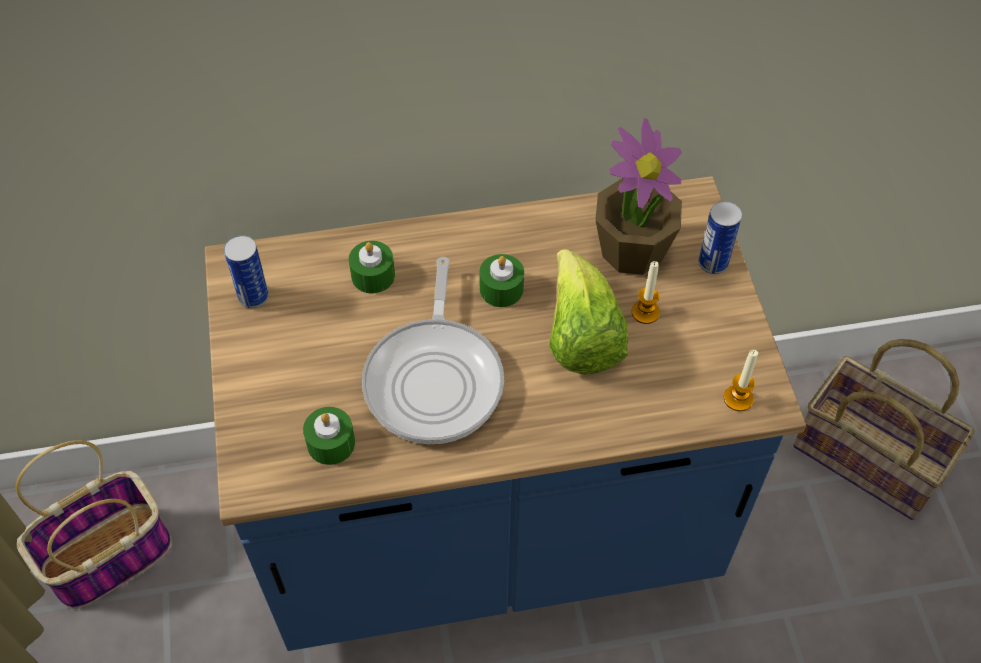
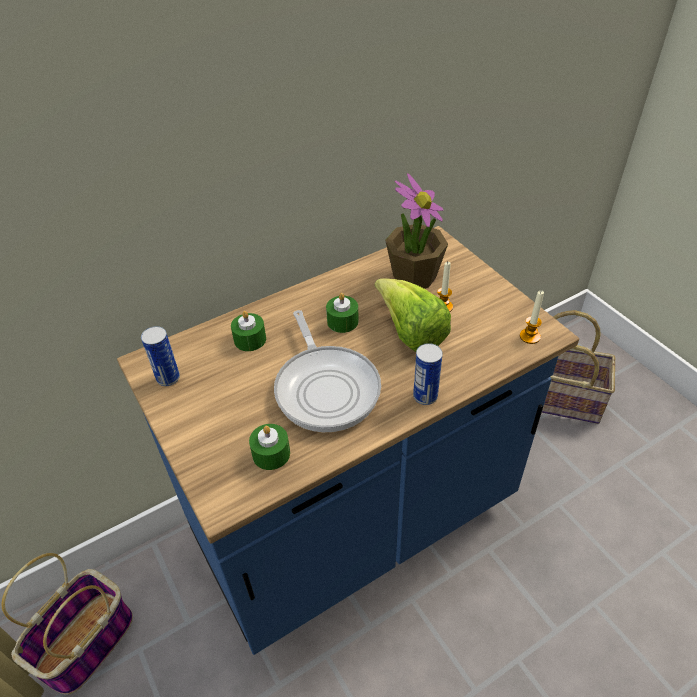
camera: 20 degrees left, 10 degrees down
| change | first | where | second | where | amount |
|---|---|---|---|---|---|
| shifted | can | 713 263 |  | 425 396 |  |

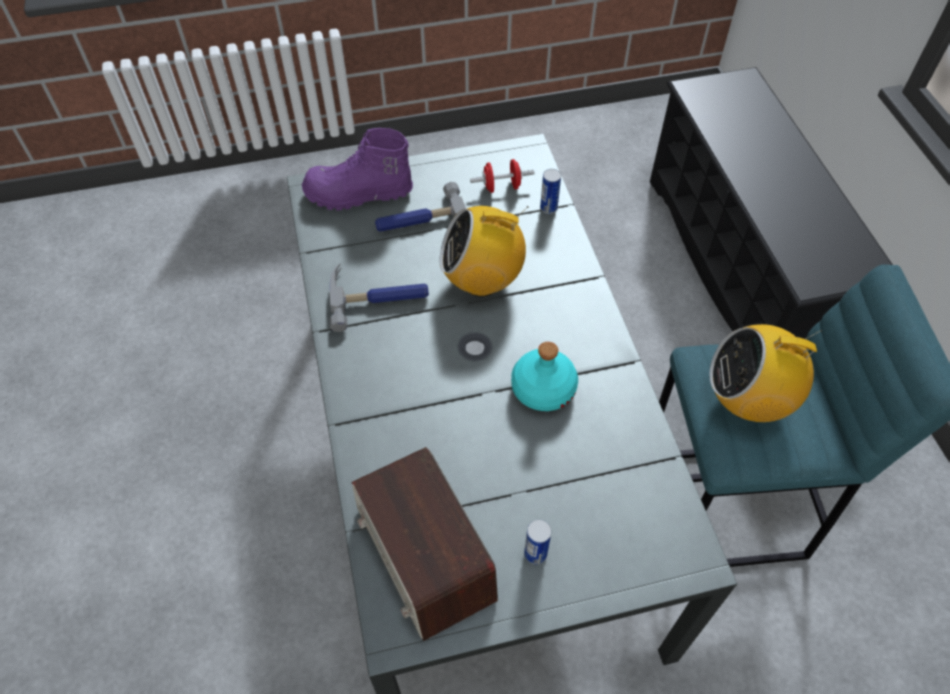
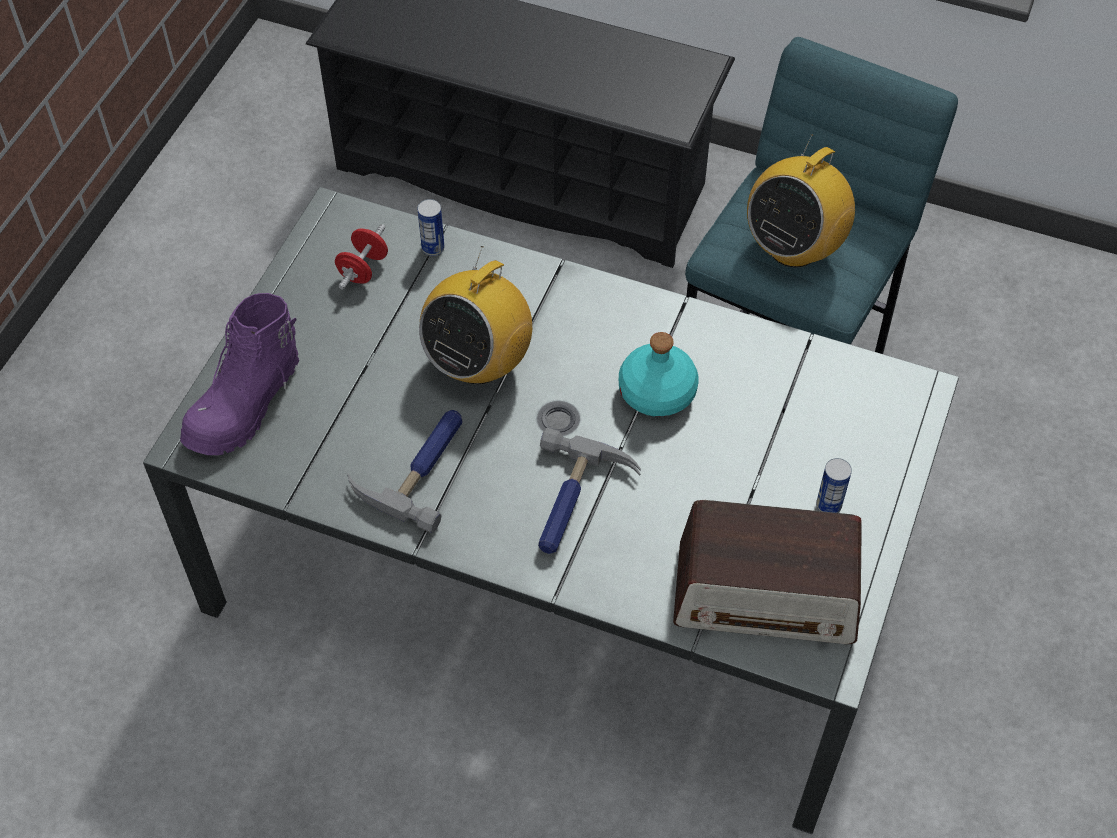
camera: 55 degrees left, 0 degrees up
| change | first | where | second | where | amount |
|---|---|---|---|---|---|
| shifted | hammer | 422 224 |  | 574 502 |  |

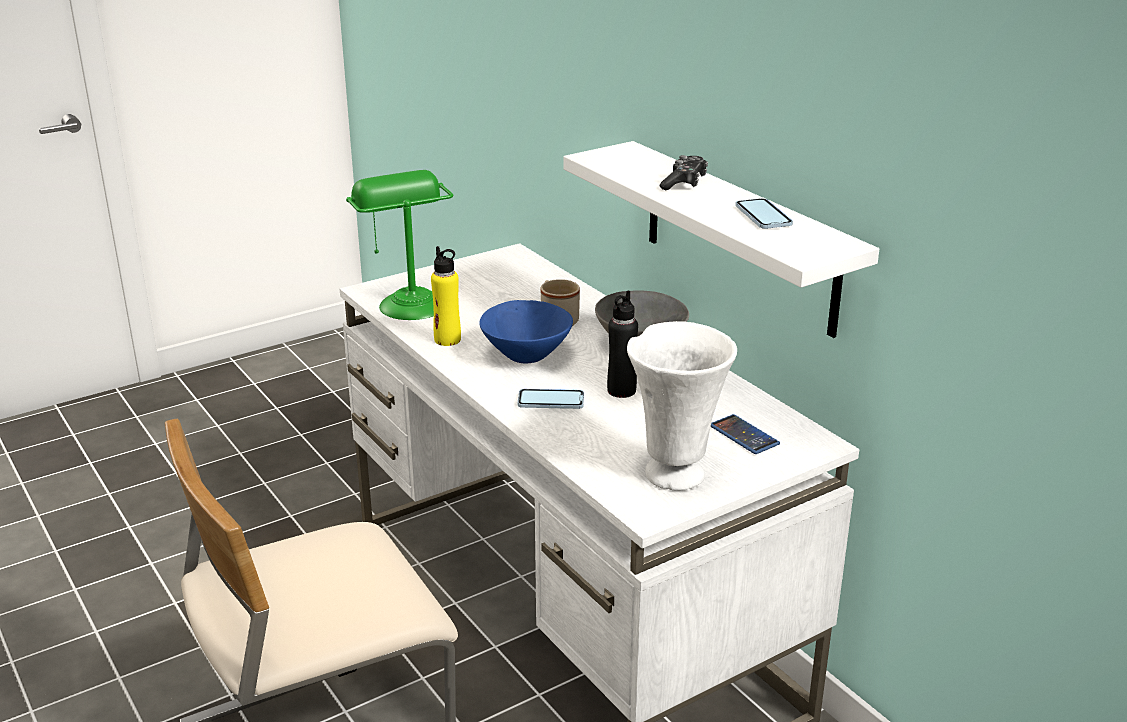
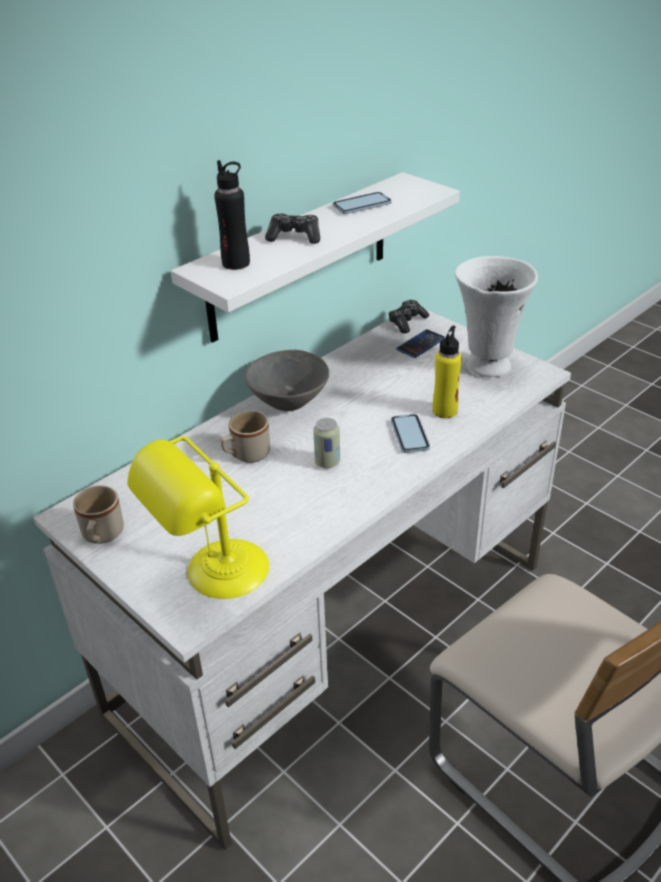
camera: 100 degrees left, 10 degrees up
| change | first | where | second | where | amount |
|---|---|---|---|---|---|
| new |  |  | beige mug | 102 536 |  |
| new |  |  | game controller | 407 322 |  |
| shifted | yellow bottle | 447 340 |  | 445 411 |  |
| shifted | black bottle | 621 390 |  | 236 263 |  |
| swapped | blue bowl | 527 354 | can | 327 462 |  |
| repainted | green table lamp | 406 300 | yellow table lamp | 214 577 |  |

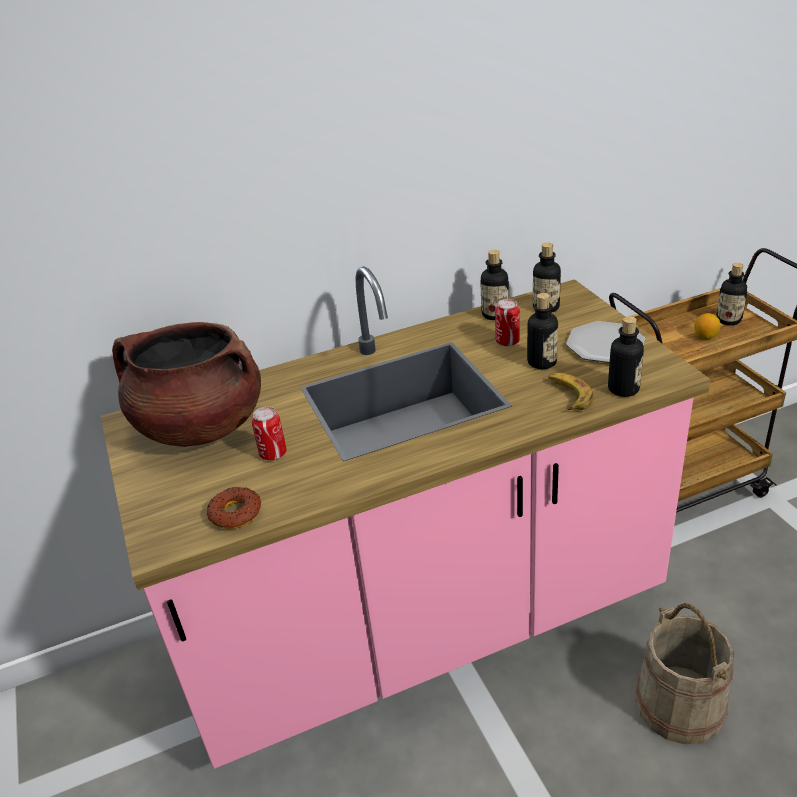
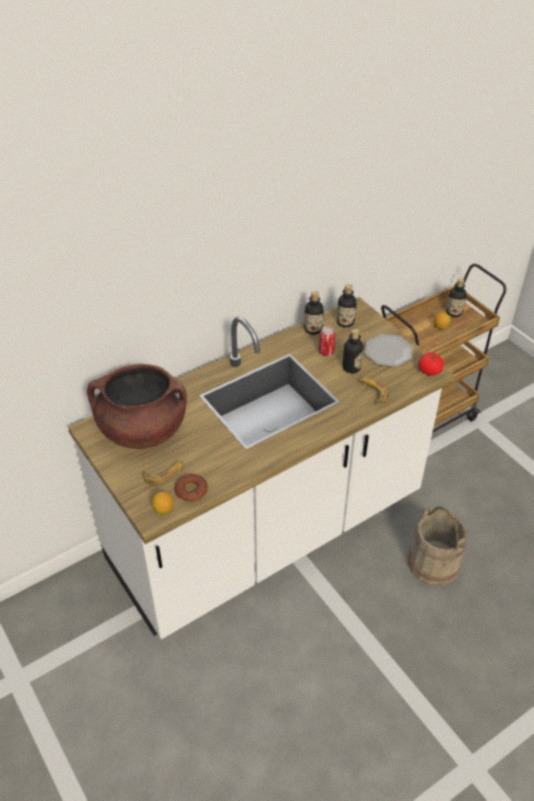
camera: 15 degrees left, 10 degrees up
| change | first | where | second | where | amount |
|---|---|---|---|---|---|
| gone | can | 273 453 |  |  |  |
| gone | bottle | 623 389 |  |  |  |
| new |  |  | banana | 164 474 |  |
| new |  |  | lemon | 163 510 |  |
| new |  |  | tomato | 429 371 |  |
| repainted | pink counter | 422 625 | white counter | 267 531 |  |

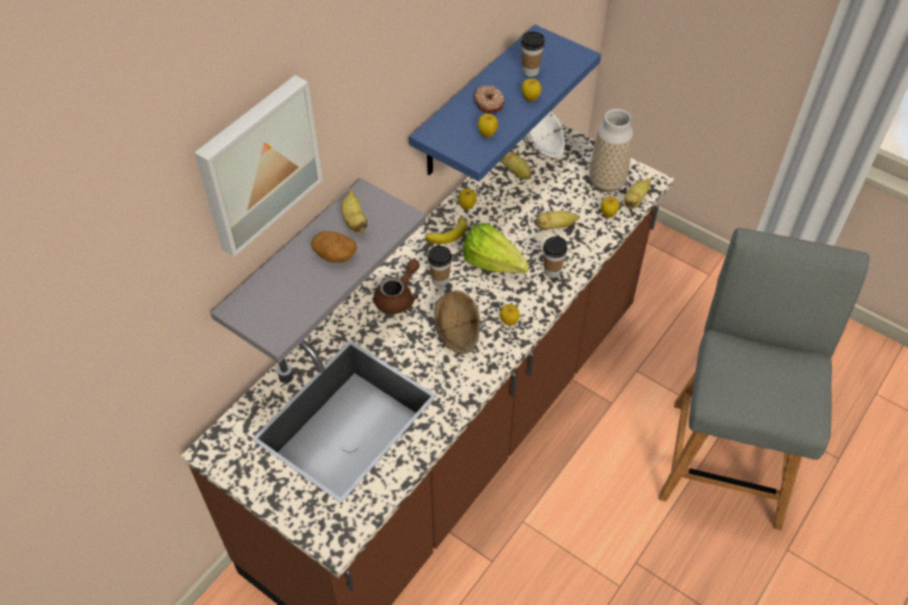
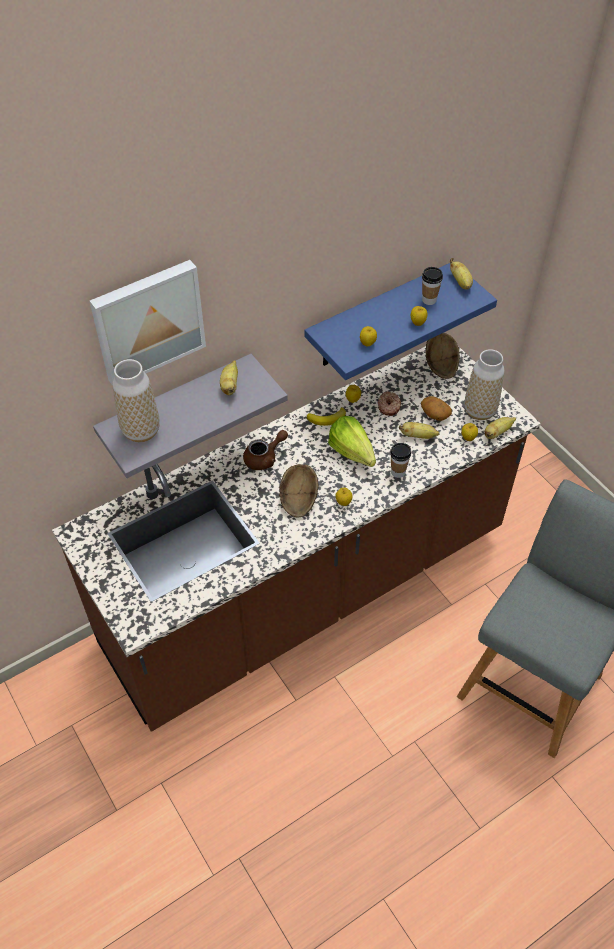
camera: 20 degrees right, 0 degrees up
| change | first | where | second | where | amount |
|---|---|---|---|---|---|
| gone | cup | 440 280 |  |  |  |
| new |  |  | vase | 141 431 |  |
| shifted | potato | 334 255 |  | 434 414 |  |
| shifted | donut | 489 103 |  | 389 406 |  |
| shifted | banana | 516 173 |  | 461 283 |  |
| repainted | white bowl | 543 145 | brown bowl | 440 365 |  |

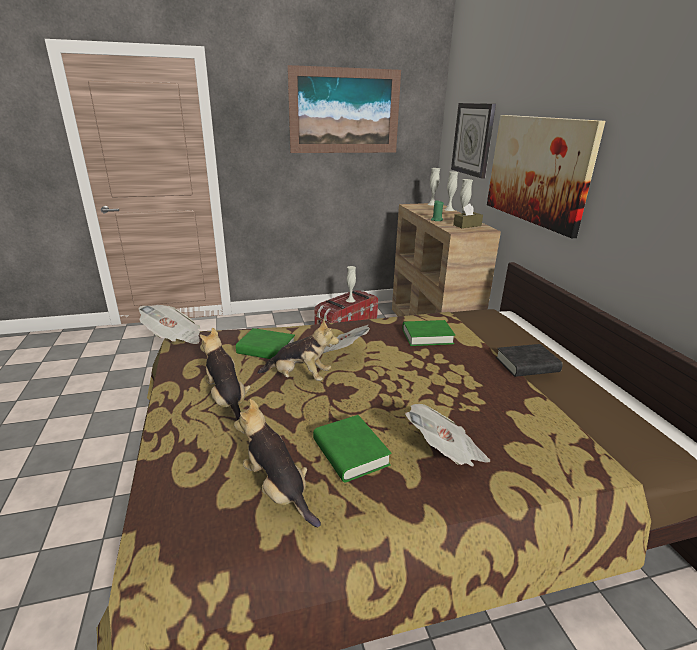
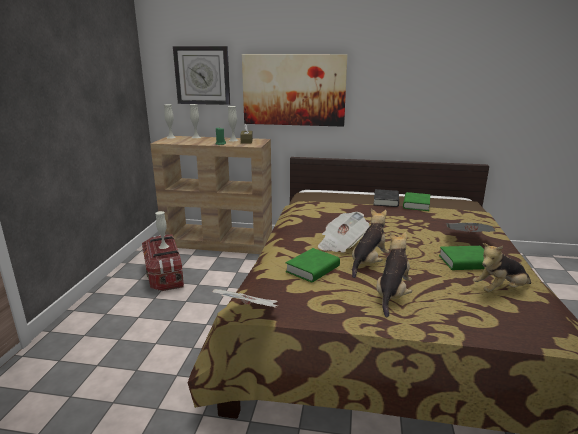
camera: 65 degrees left, 5 degrees down
| change | first | where | second | where | amount |
|---|---|---|---|---|---|
| gone | picture | 344 111 |  |  |  |
| shifted | green book | 427 336 |  | 416 204 |  |
| rotated | plush toy | 227 401 |  | 392 295 | 120 degrees clockwise |

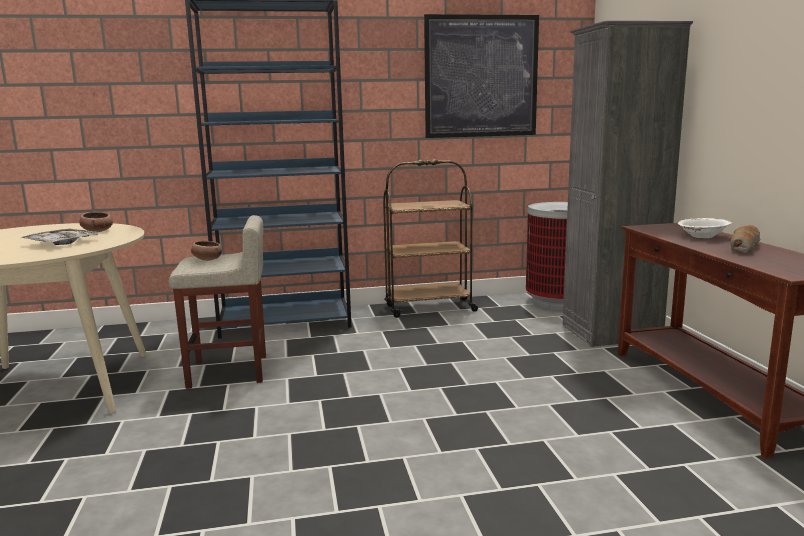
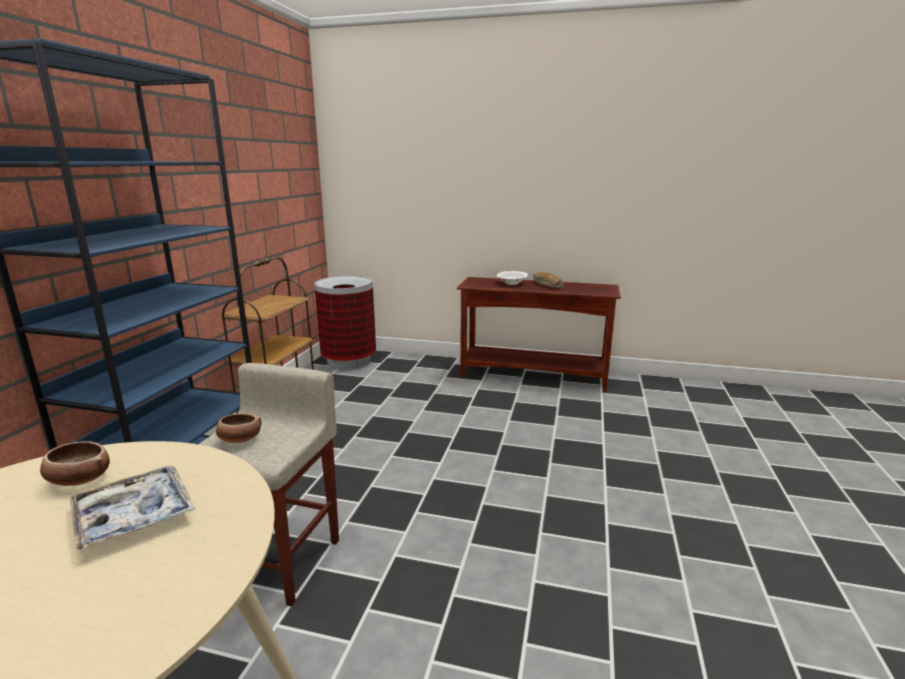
camera: 65 degrees left, 5 degrees up
| change | first | where | second | where | amount |
|---|---|---|---|---|---|
| gone | picture | 481 77 |  |  |  |
| gone | grey cabinet | 610 333 |  |  |  |

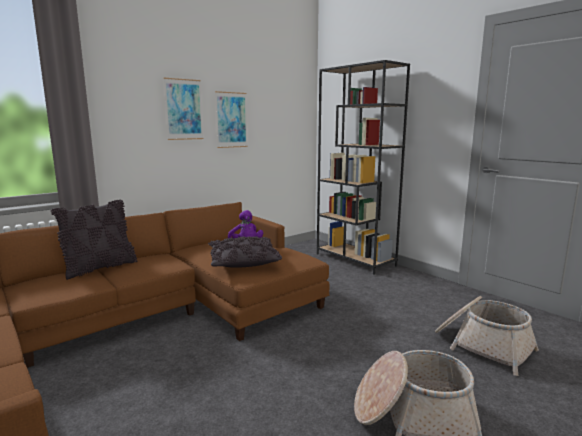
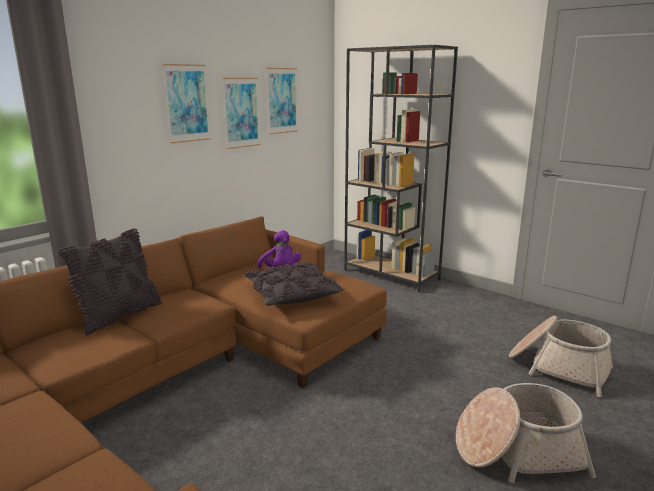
camera: 10 degrees left, 5 degrees up
| change | first | where | second | where | amount |
|---|---|---|---|---|---|
| new |  |  | picture | 282 100 |  |

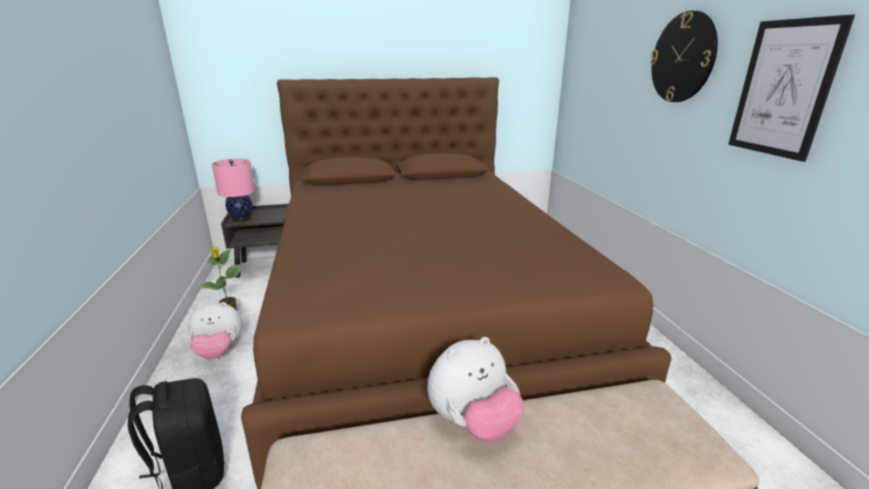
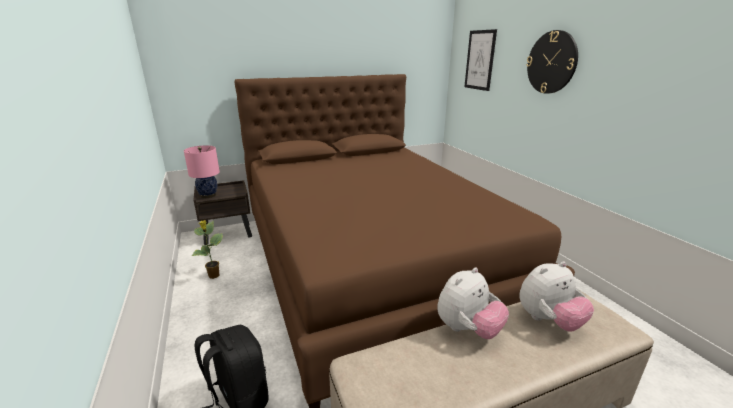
camera: 10 degrees left, 0 degrees up
| change | first | where | second | where | amount |
|---|---|---|---|---|---|
| shifted | plush toy | 219 351 |  | 548 321 |  |
| shifted | picture | 783 89 |  | 480 60 |  |

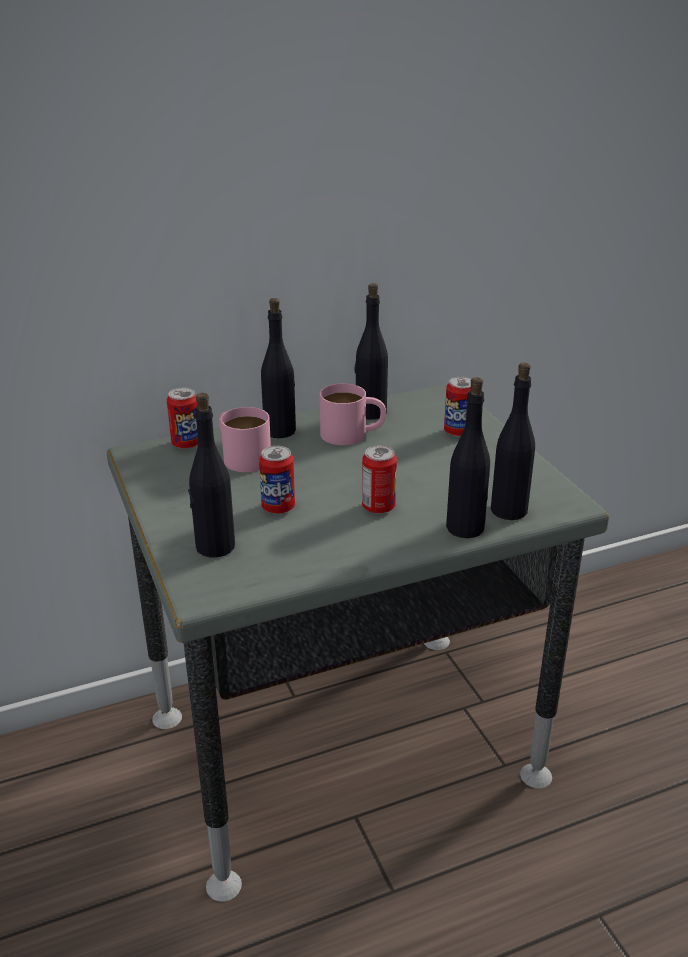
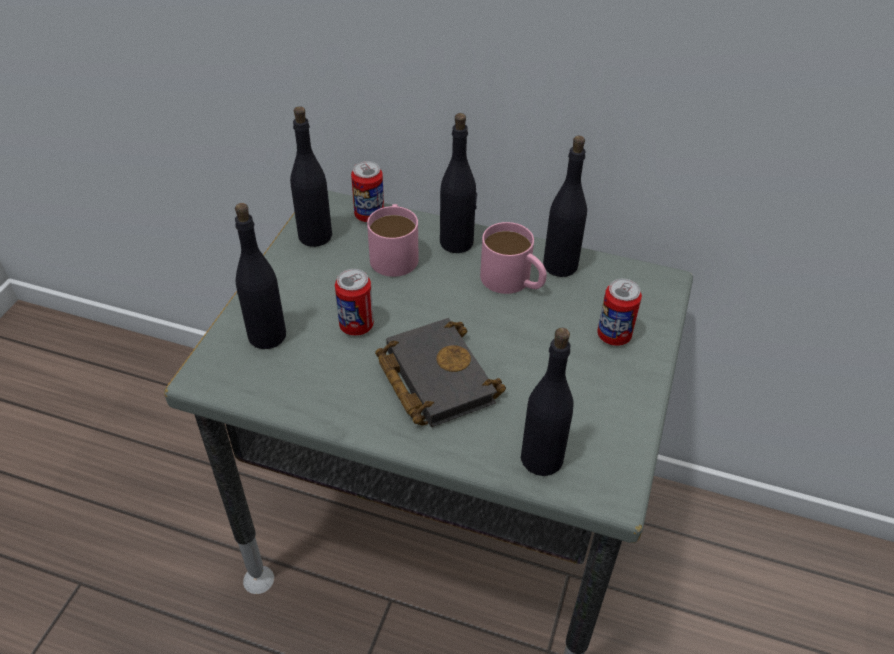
camera: 40 degrees right, 15 degrees up
| change | first | where | second | where | amount |
|---|---|---|---|---|---|
| shifted | black bottle | 464 527 |  | 315 235 |  |
| swapped | can | 378 507 | black book | 433 377 |  |

